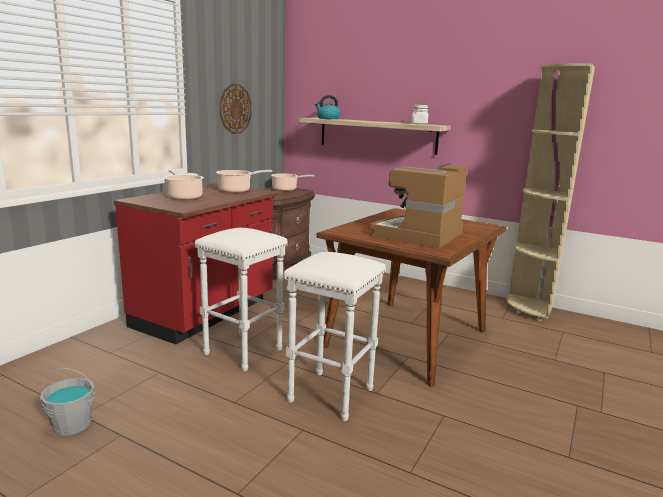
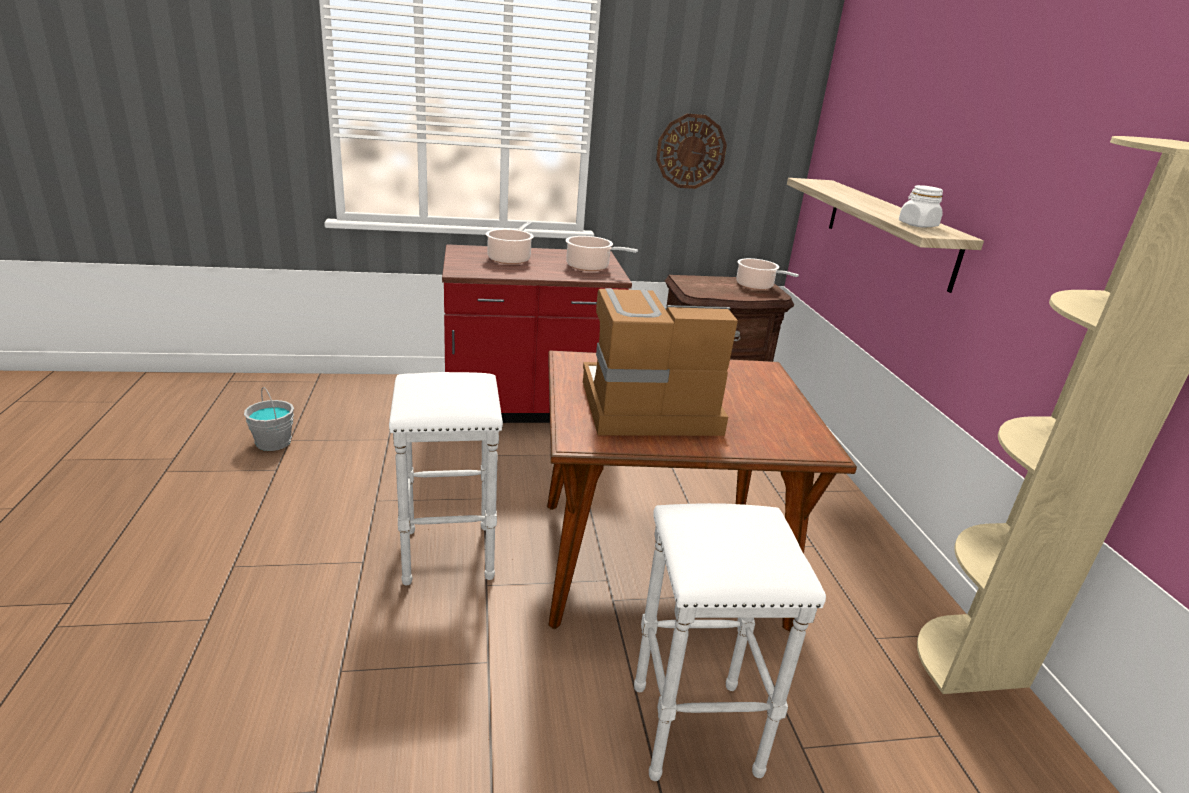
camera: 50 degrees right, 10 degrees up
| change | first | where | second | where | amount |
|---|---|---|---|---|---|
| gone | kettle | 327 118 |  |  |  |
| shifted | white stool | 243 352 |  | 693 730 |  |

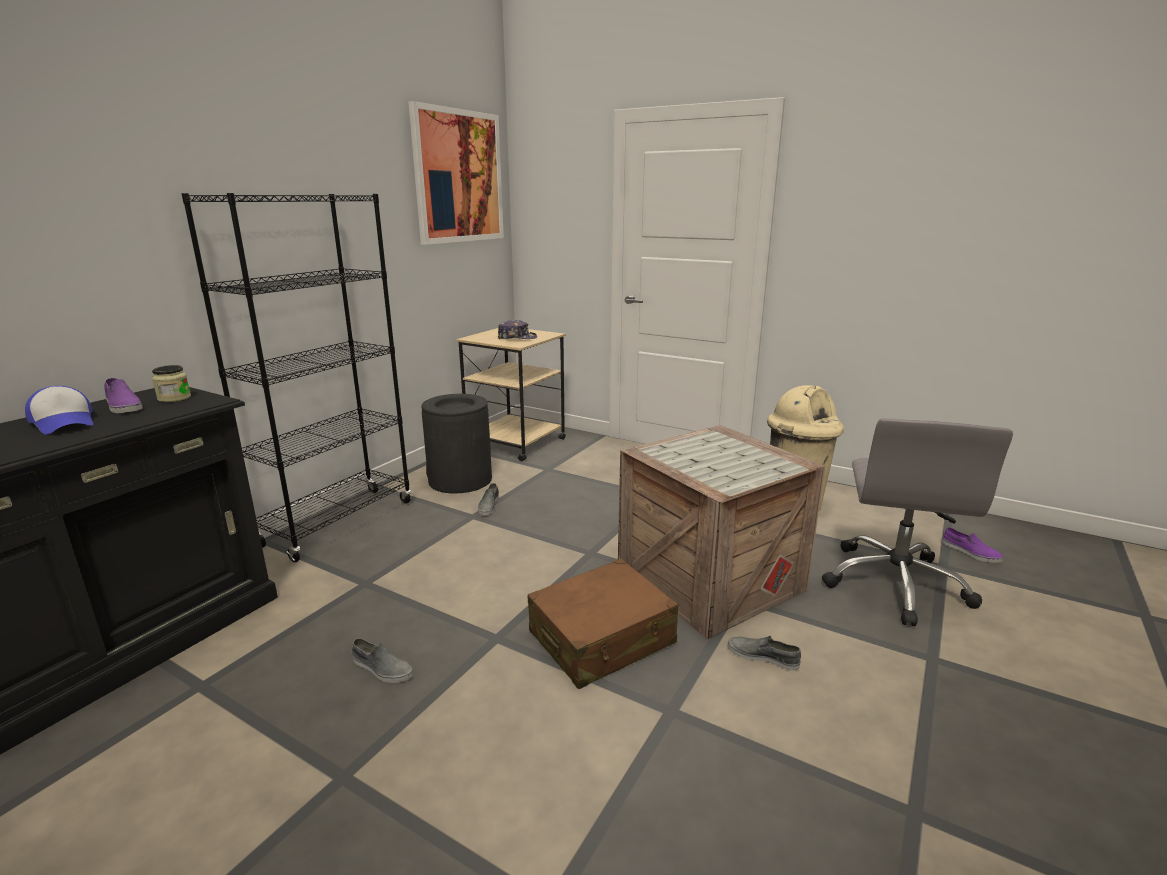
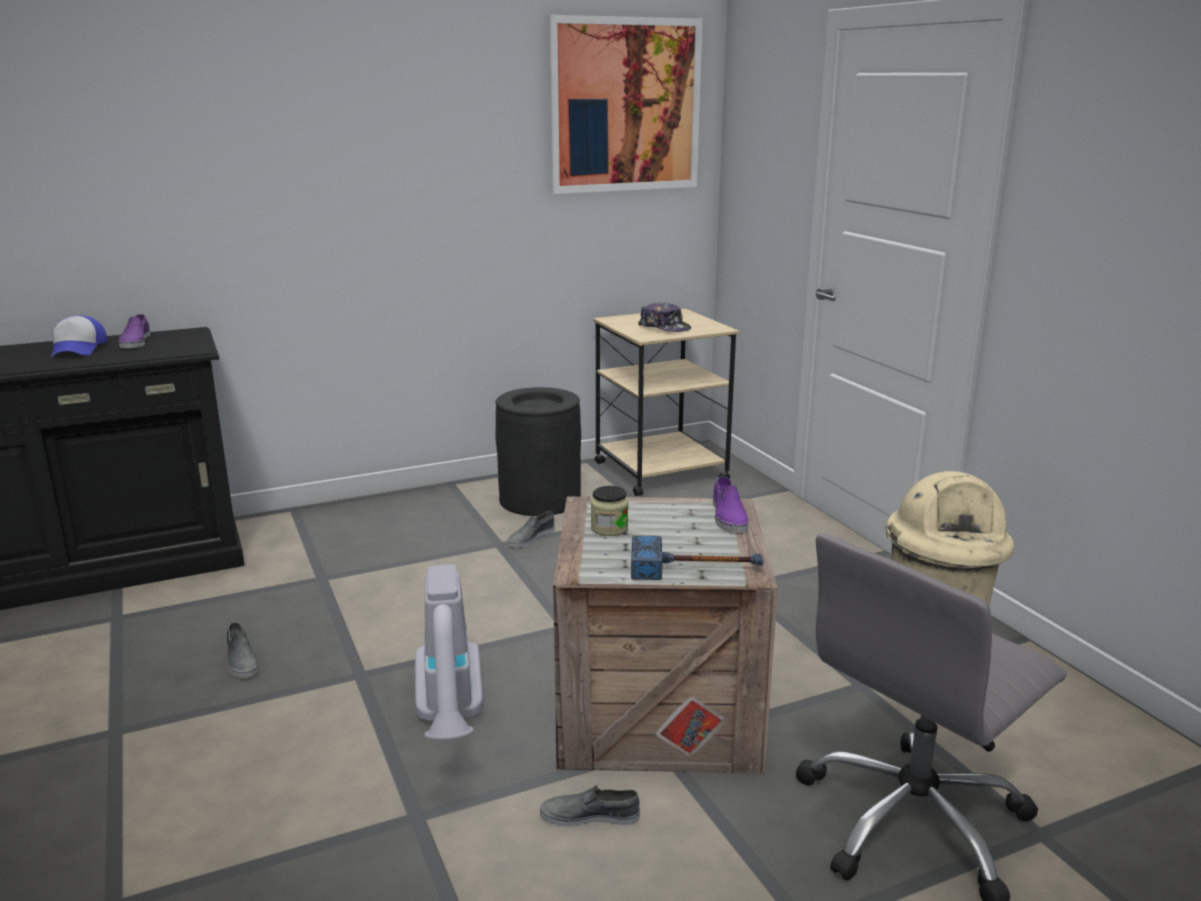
camera: 35 degrees right, 0 degrees up
| change | first | where | second | where | amount |
|---|---|---|---|---|---|
| gone | black bookcase | 338 523 |  |  |  |
| new |  |  | hammer | 696 569 |  |
| shifted | jar | 174 398 |  | 609 528 |  |
| shifted | purple shoe | 970 552 |  | 728 516 |  |
| swapped | brown suitcase | 602 638 | vacuum cleaner | 451 719 |  |
| rotated | grey shoe | 762 656 |  | 590 815 | 60 degrees counterclockwise |

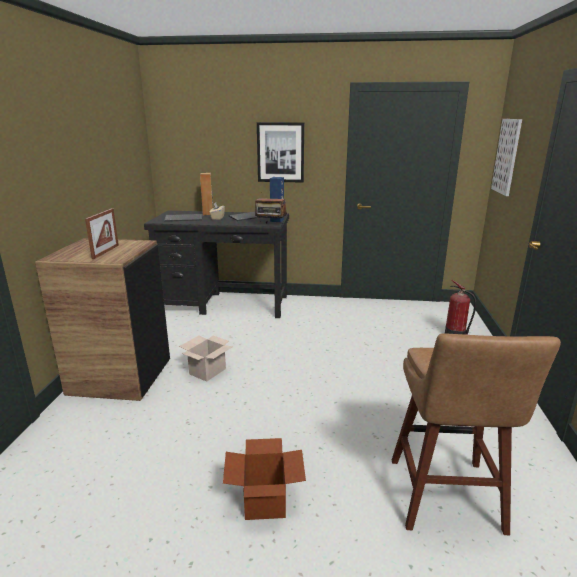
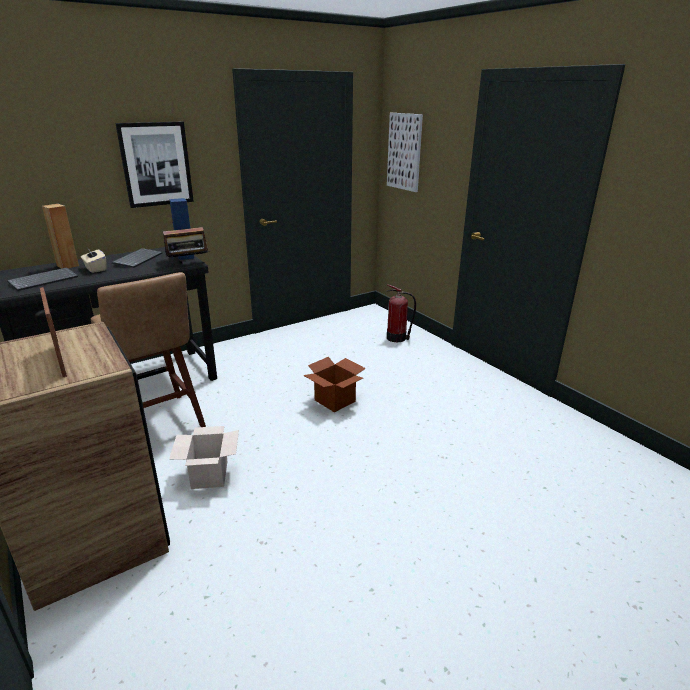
camera: 40 degrees left, 5 degrees up
| change | first | where | second | where | amount |
|---|---|---|---|---|---|
| shifted | cardboard box | 264 501 |  | 334 401 |  |
| shifted | brown stool | 446 498 |  | 158 424 |  |

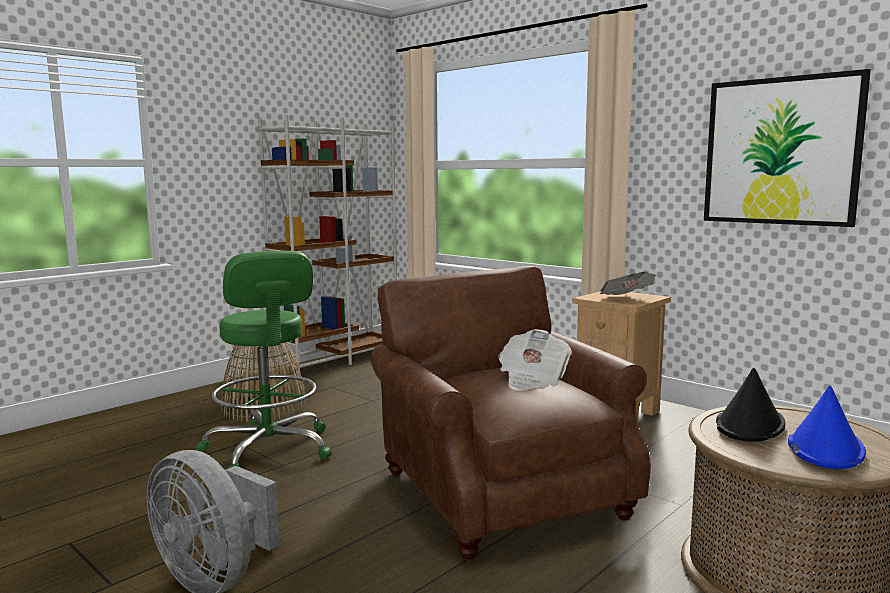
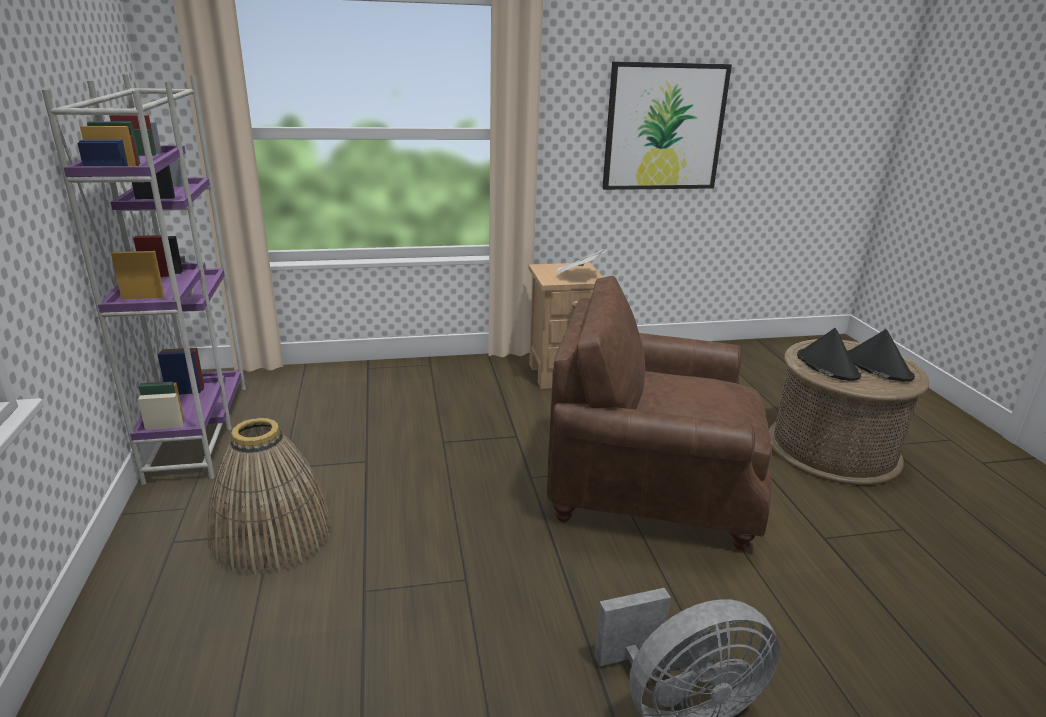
camera: 55 degrees left, 15 degrees up
| change | first | where | second | where | amount |
|---|---|---|---|---|---|
| gone | green stool | 268 450 |  |  |  |
| gone | newspaper | 532 380 |  |  |  |
| repainted | brown bookcase | 338 360 | purple bookcase | 199 430 |  |
| repainted | blue hat | 824 448 | black hat | 877 367 |  |

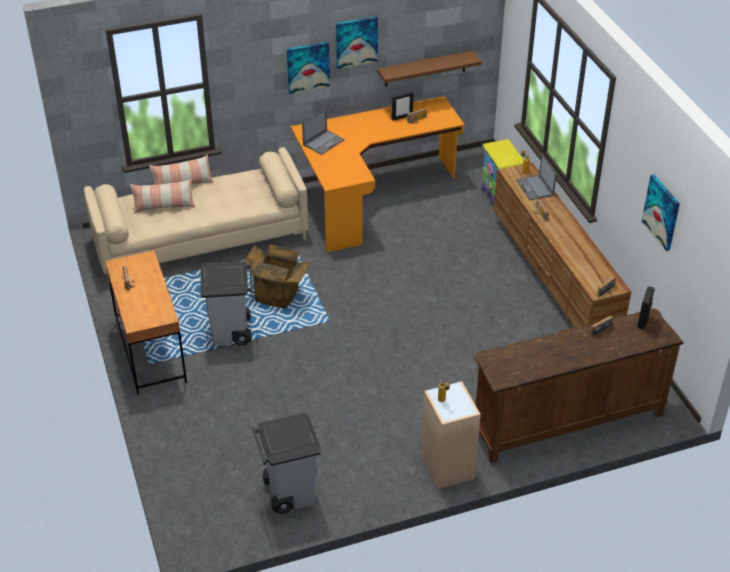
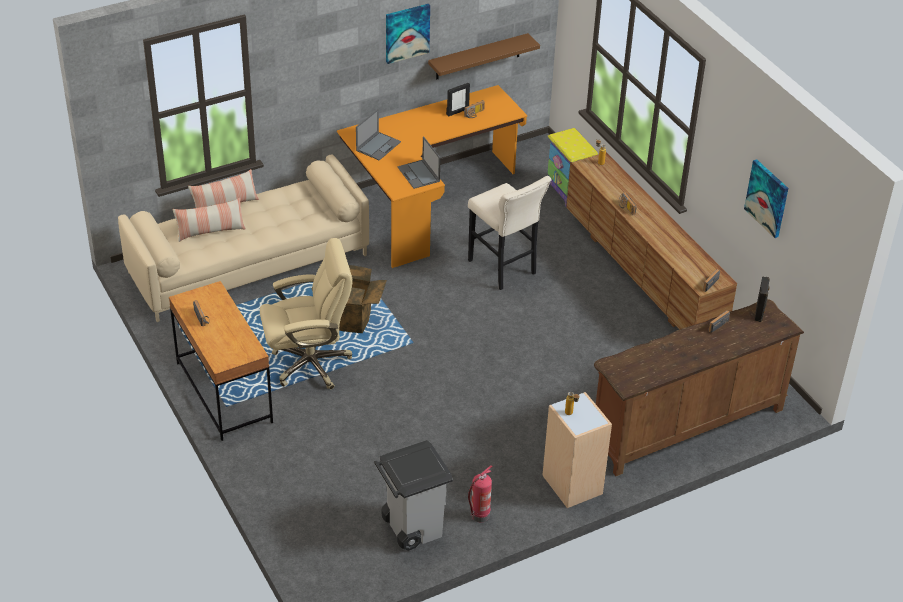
camera: 10 degrees left, 0 degrees up
| change | first | where | second | where | amount |
|---|---|---|---|---|---|
| gone | picture | 308 67 |  |  |  |
| new |  |  | beige stool | 503 269 |  |
| new |  |  | fire extinguisher | 479 515 |  |
| shifted | laptop | 535 188 |  | 419 174 |  |
| swapped | grey trash can | 232 332 | beige office chair | 309 364 |  |

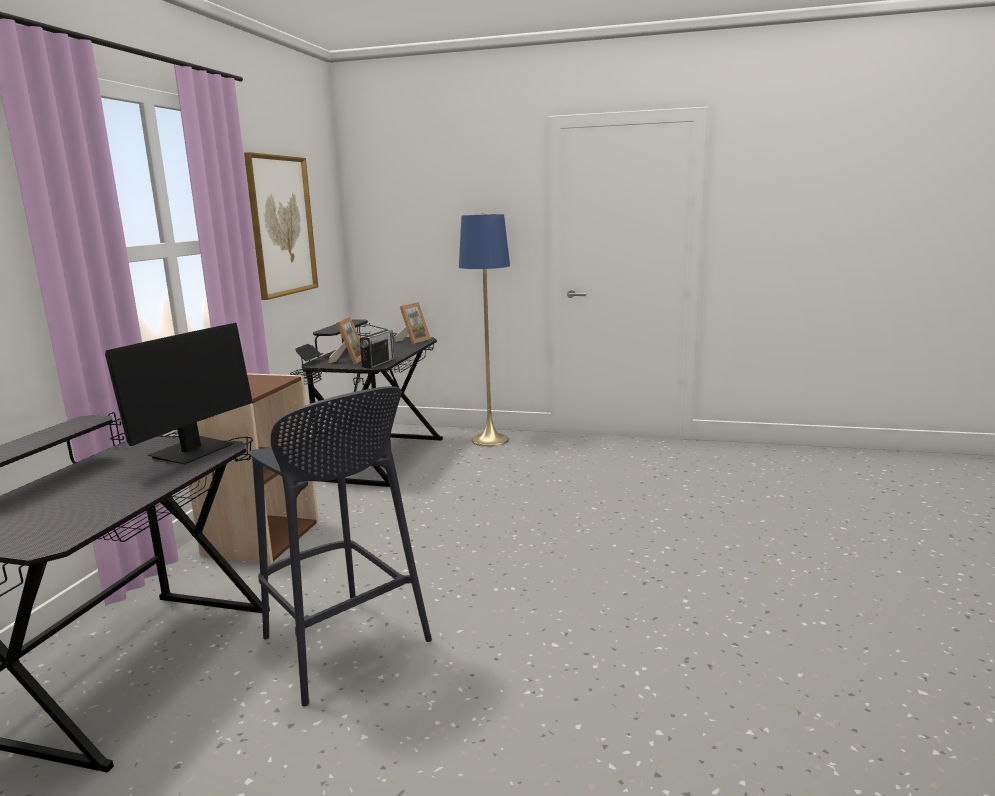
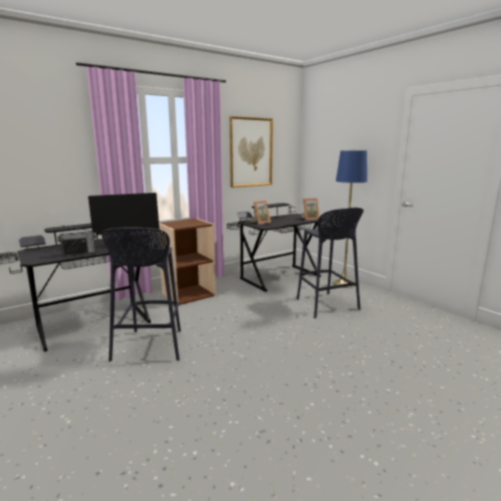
camera: 40 degrees right, 0 degrees up
| change | first | where | second | where | amount |
|---|---|---|---|---|---|
| new |  |  | grey stool | 325 305 |  |
| shifted | radio | 378 363 |  | 79 254 |  |

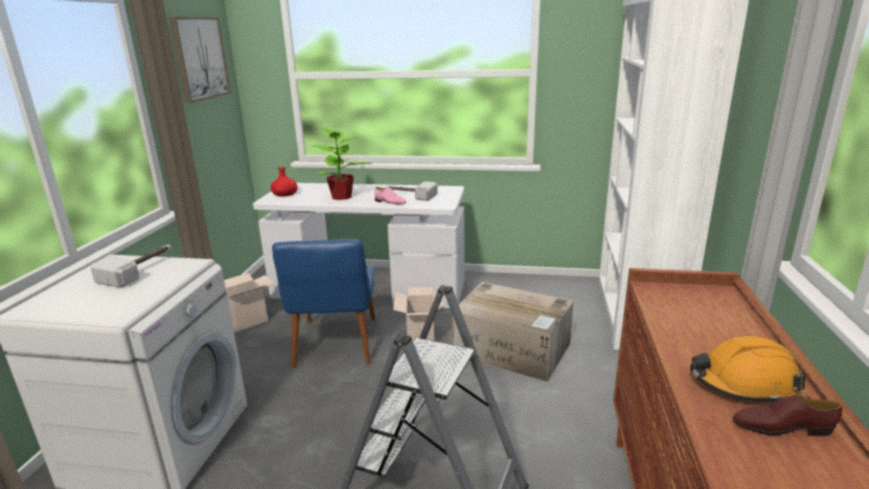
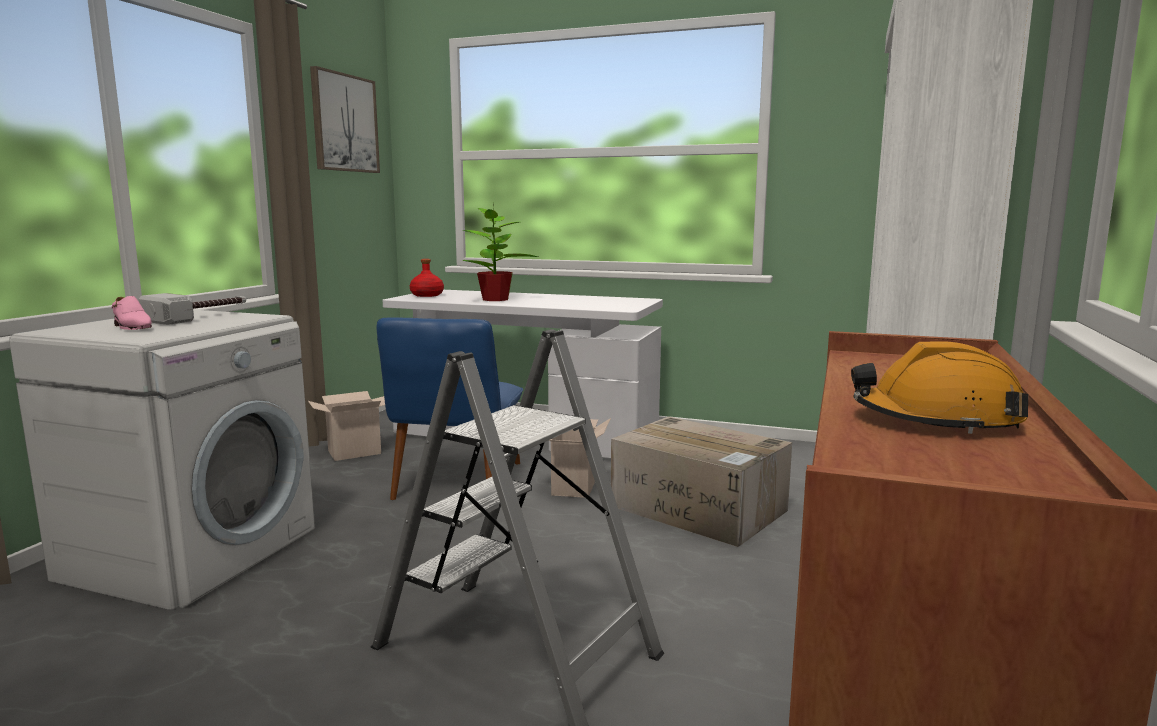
camera: 10 degrees right, 10 degrees down
| change | first | where | second | where | amount |
|---|---|---|---|---|---|
| gone | hammer | 410 195 |  |  |  |
| gone | brown shoe | 781 427 |  |  |  |
| shifted | pink shoe | 390 202 |  | 132 327 |  |

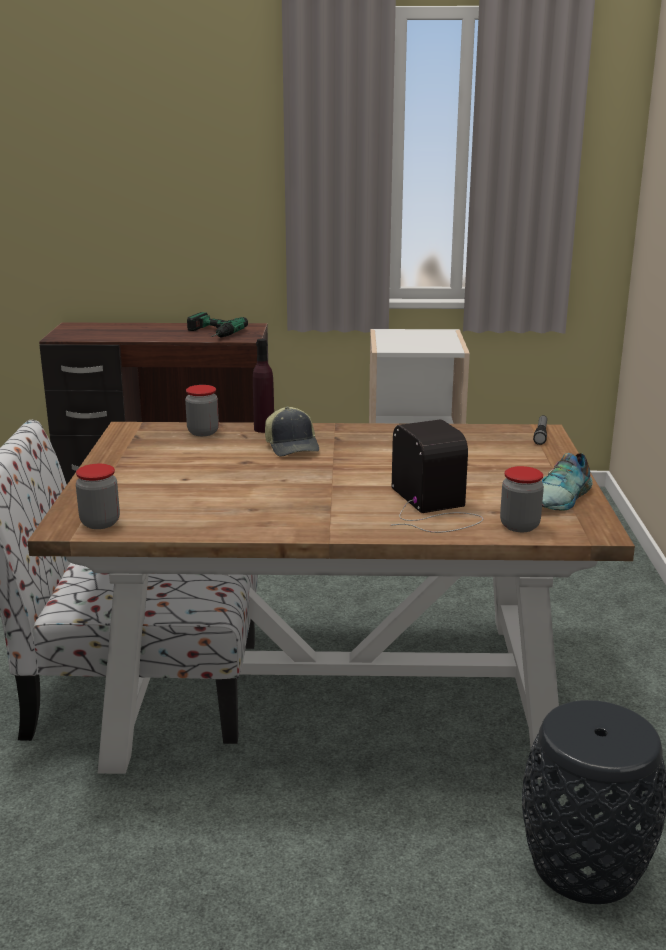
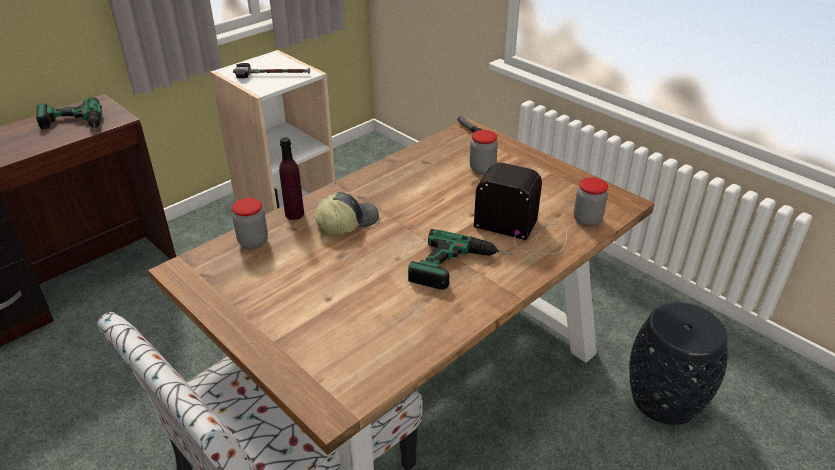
camera: 45 degrees left, 15 degrees up
| change | first | where | second | where | amount |
|---|---|---|---|---|---|
| gone | shoe | 562 498 |  |  |  |
| new |  |  | hammer | 272 74 |  |
| new |  |  | power drill | 461 268 |  |
| shifted | jar | 100 523 |  | 482 169 |  |
| rotated | cap | 293 446 |  | 346 221 | 60 degrees counterclockwise |

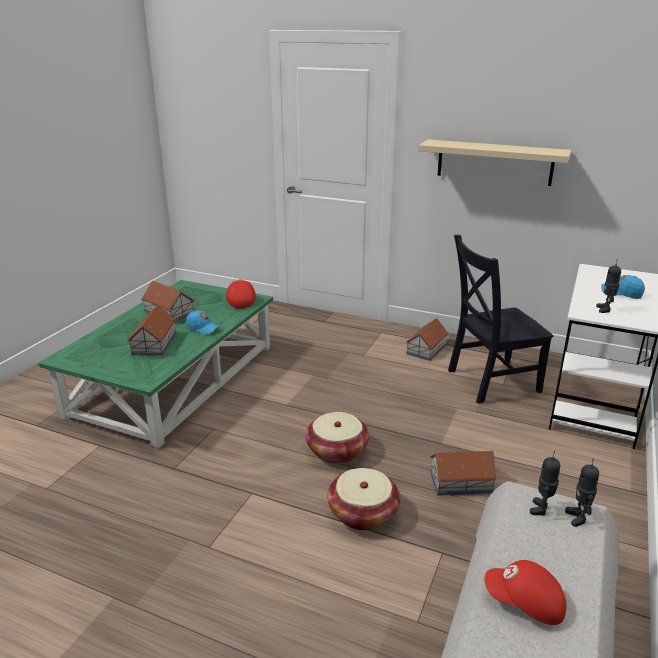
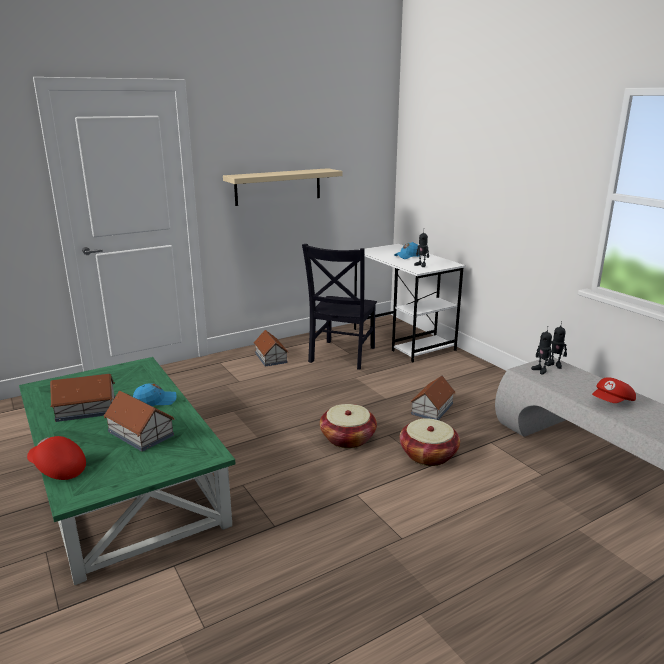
camera: 55 degrees left, 5 degrees down
| change | first | where | second | where | amount |
|---|---|---|---|---|---|
| shifted | red cap | 240 301 |  | 57 469 |  |

